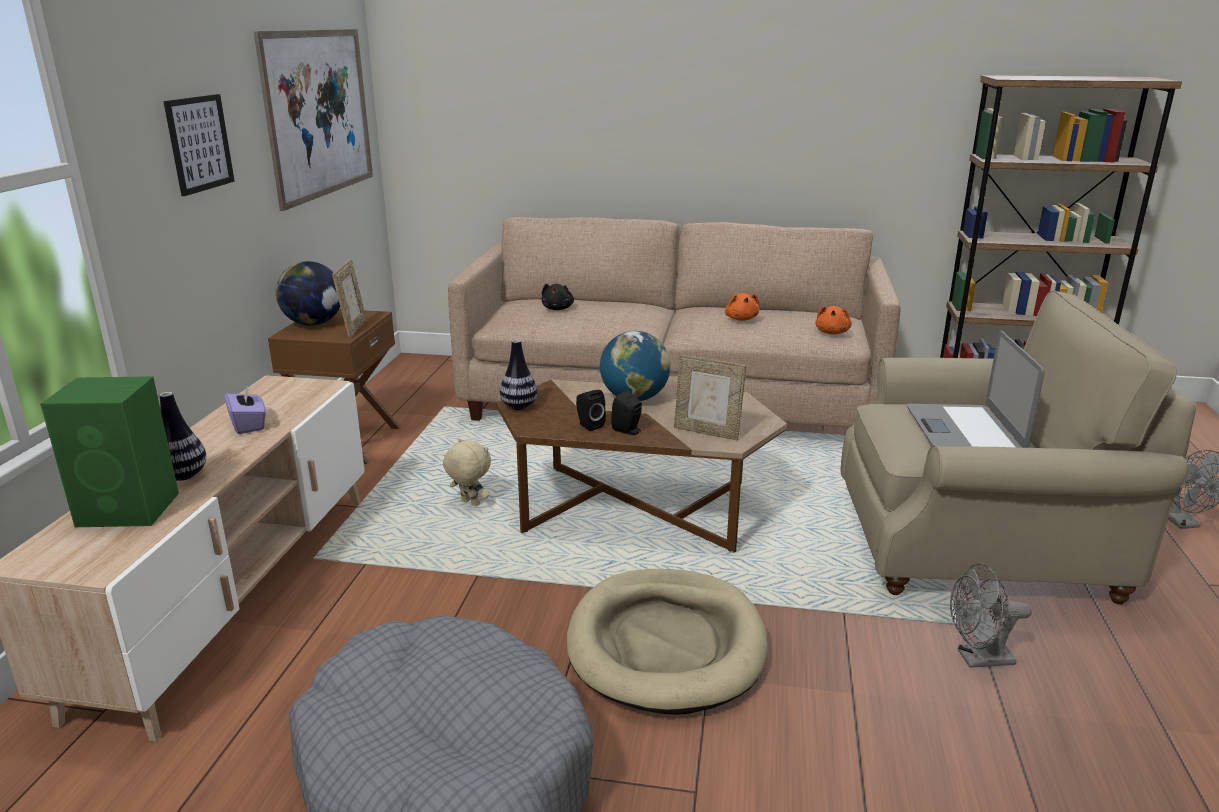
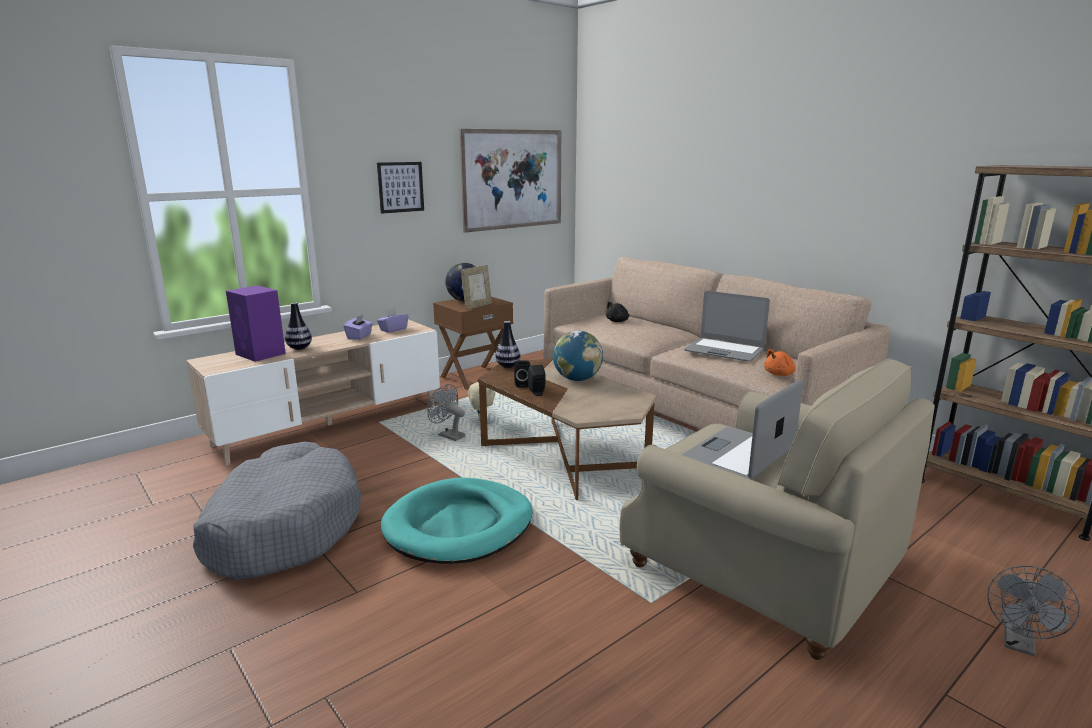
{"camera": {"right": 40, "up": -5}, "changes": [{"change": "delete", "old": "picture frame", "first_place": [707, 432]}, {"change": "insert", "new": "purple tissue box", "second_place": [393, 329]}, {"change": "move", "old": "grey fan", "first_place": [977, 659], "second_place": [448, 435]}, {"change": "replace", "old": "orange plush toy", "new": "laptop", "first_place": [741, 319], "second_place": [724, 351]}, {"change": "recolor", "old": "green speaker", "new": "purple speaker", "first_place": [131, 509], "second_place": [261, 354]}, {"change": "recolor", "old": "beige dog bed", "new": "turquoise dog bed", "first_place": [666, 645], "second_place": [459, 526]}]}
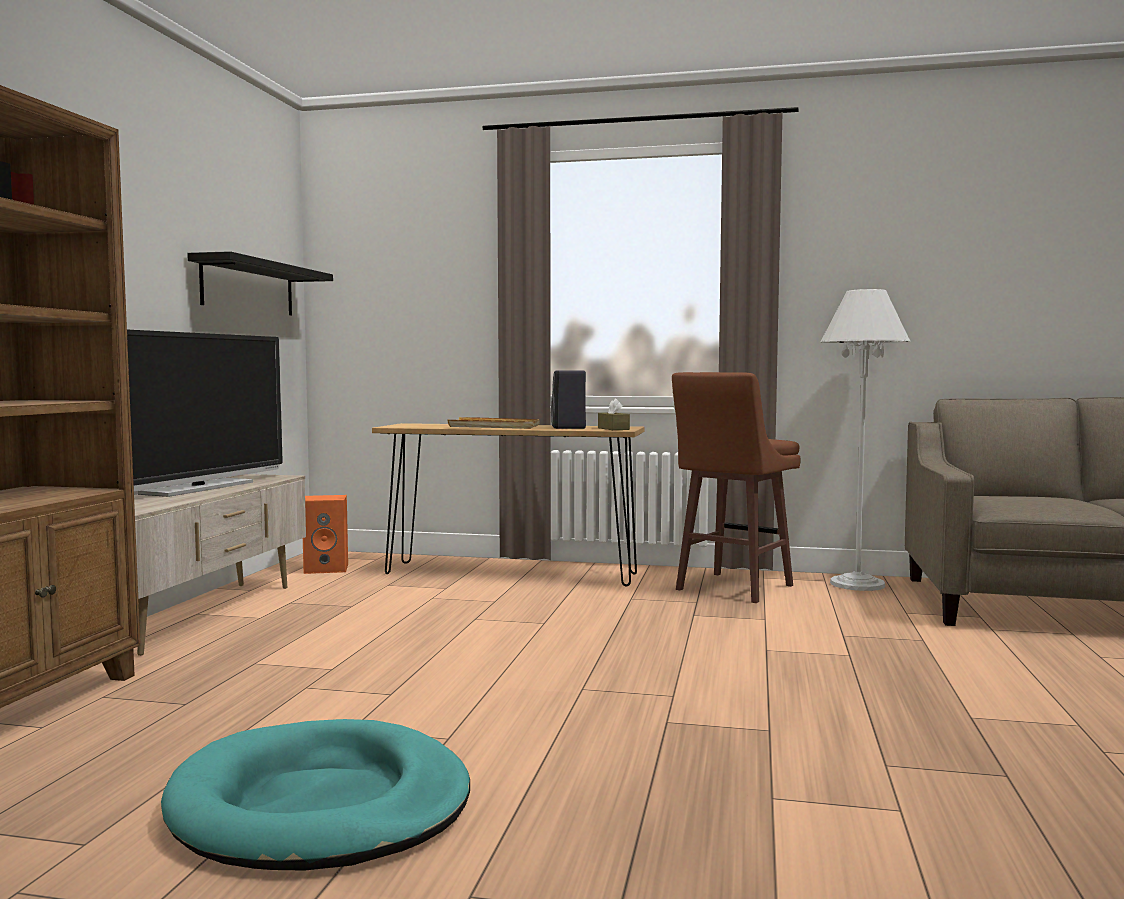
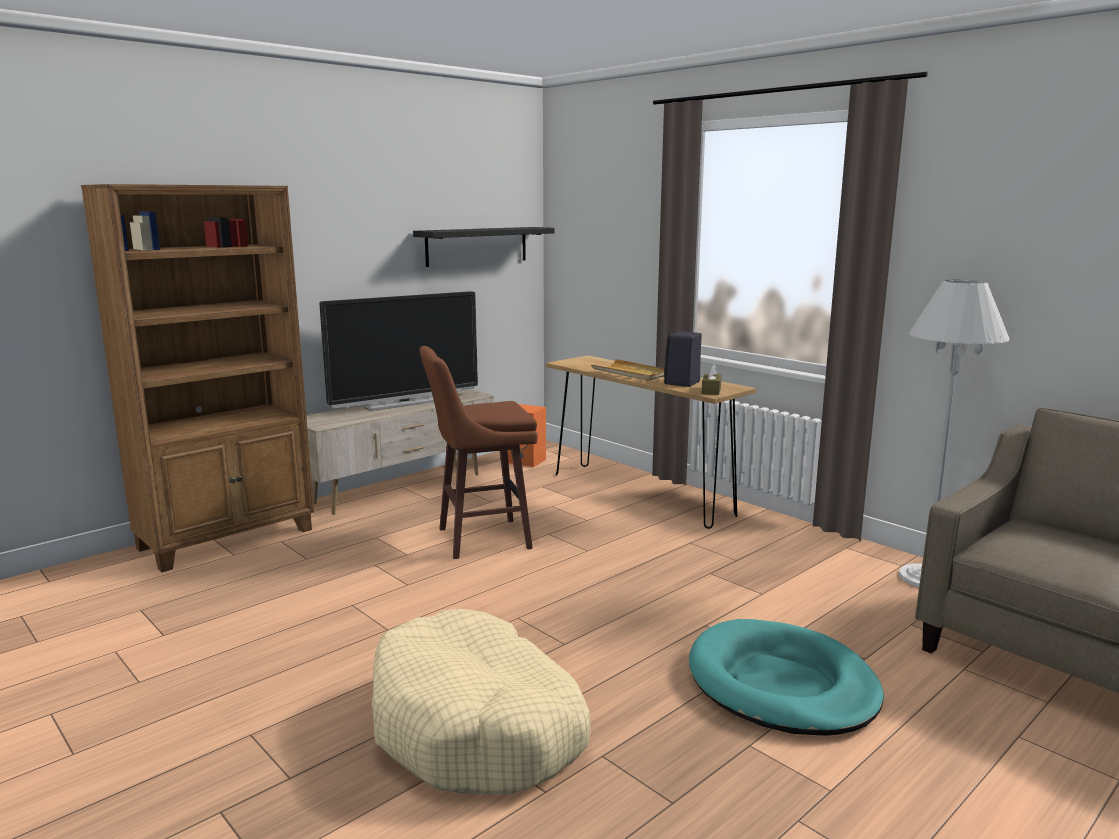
{"camera": {"right": 35, "up": 10}, "changes": [{"change": "insert", "new": "beige dog bed", "second_place": [477, 726]}, {"change": "move", "old": "turquoise dog bed", "first_place": [320, 805], "second_place": [781, 684]}, {"change": "move", "old": "brown stool", "first_place": [732, 588], "second_place": [480, 539]}]}
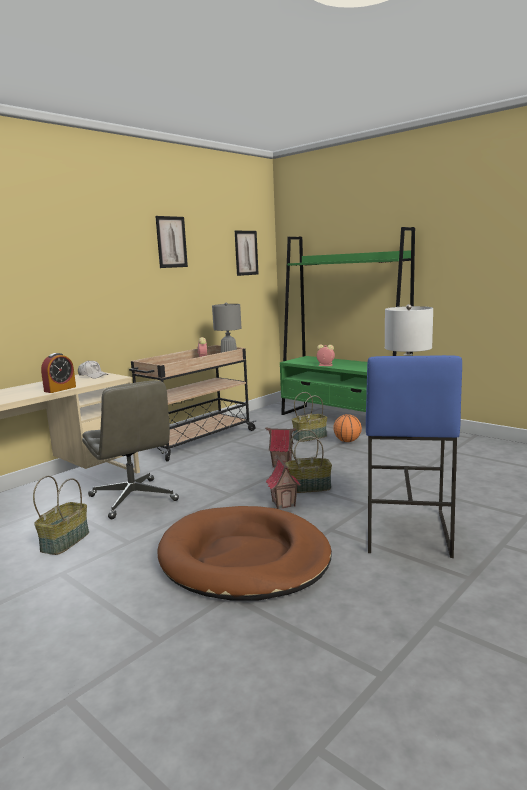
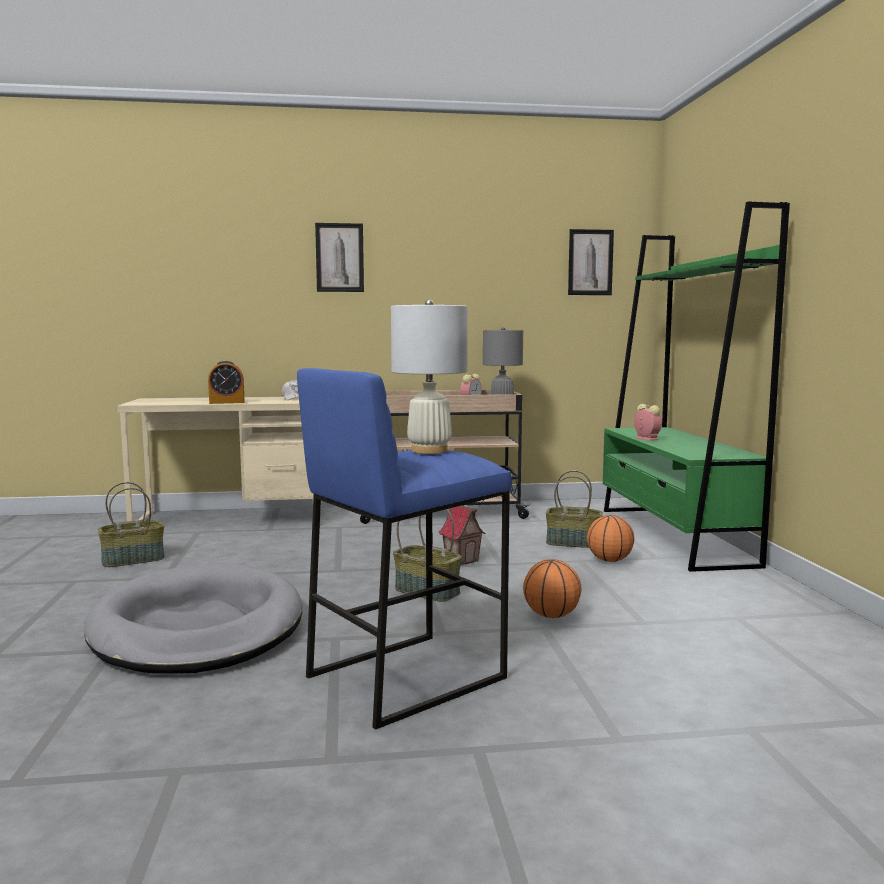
{"camera": {"right": 40, "up": -5}, "changes": [{"change": "delete", "old": "grey office chair", "first_place": [133, 499]}, {"change": "delete", "old": "toy house", "first_place": [284, 503]}, {"change": "insert", "new": "basketball", "second_place": [551, 616]}, {"change": "move", "old": "picture", "first_place": [171, 242], "second_place": [339, 257]}, {"change": "recolor", "old": "brown dog bed", "new": "grey dog bed", "first_place": [244, 558], "second_place": [198, 628]}]}
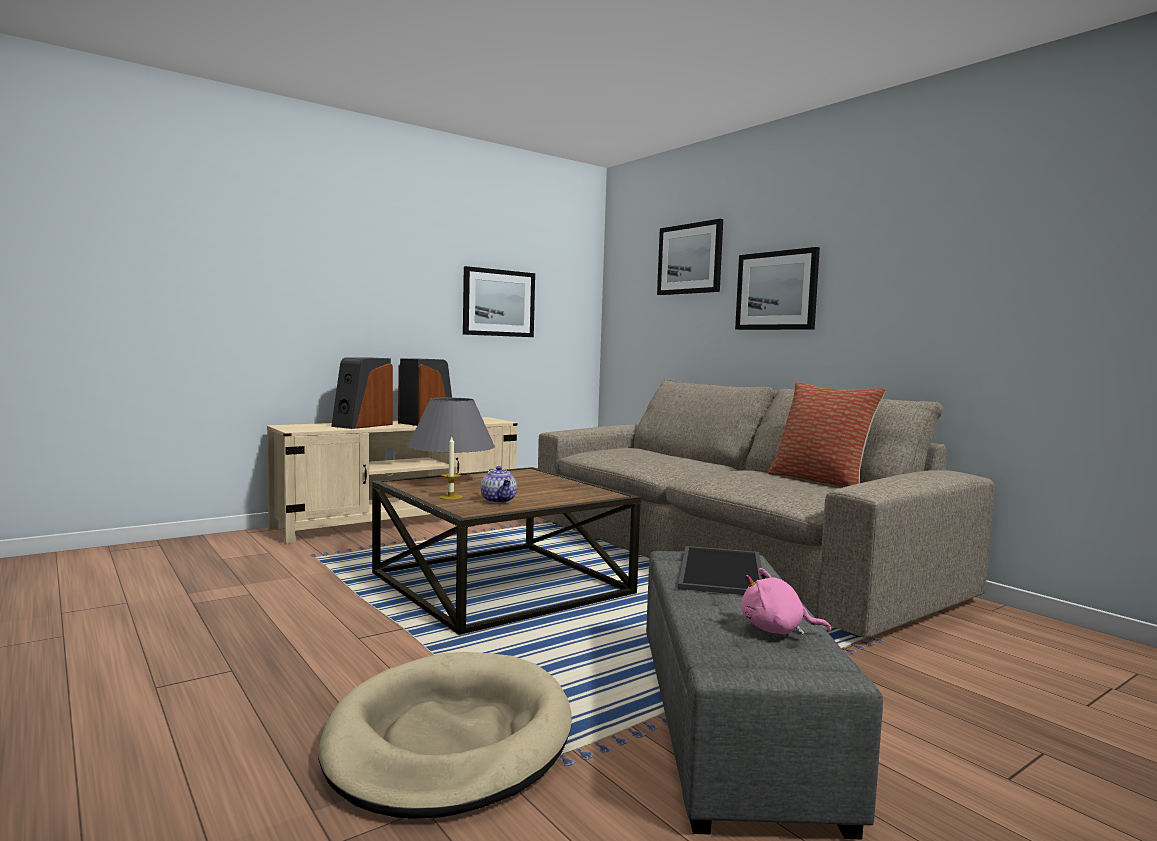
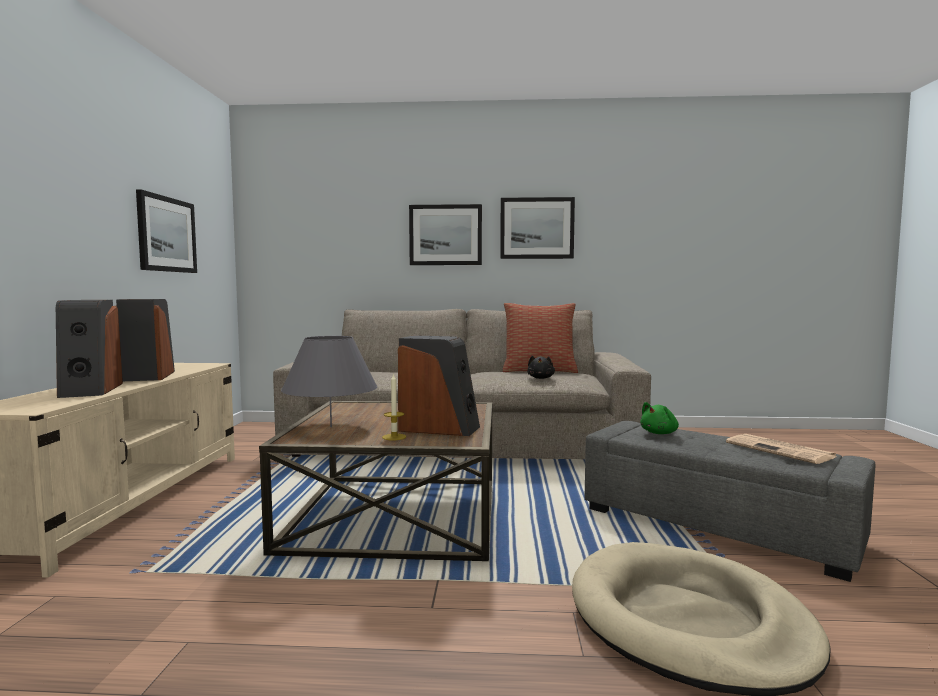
{"camera": {"right": -50, "up": 0}, "changes": [{"change": "insert", "new": "black plush toy", "second_place": [541, 378]}, {"change": "move", "old": "picture", "first_place": [690, 259], "second_place": [537, 228]}, {"change": "replace", "old": "teapot", "new": "speaker", "first_place": [499, 500], "second_place": [439, 428]}, {"change": "replace", "old": "tray", "new": "green plush toy", "first_place": [723, 572], "second_place": [660, 433]}, {"change": "replace", "old": "pink plush toy", "new": "newspaper", "first_place": [776, 630], "second_place": [781, 450]}]}
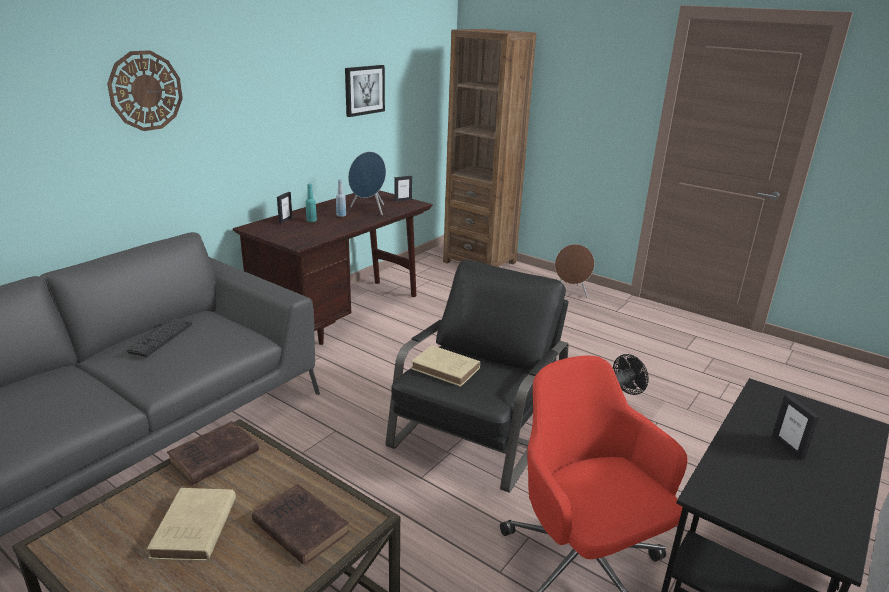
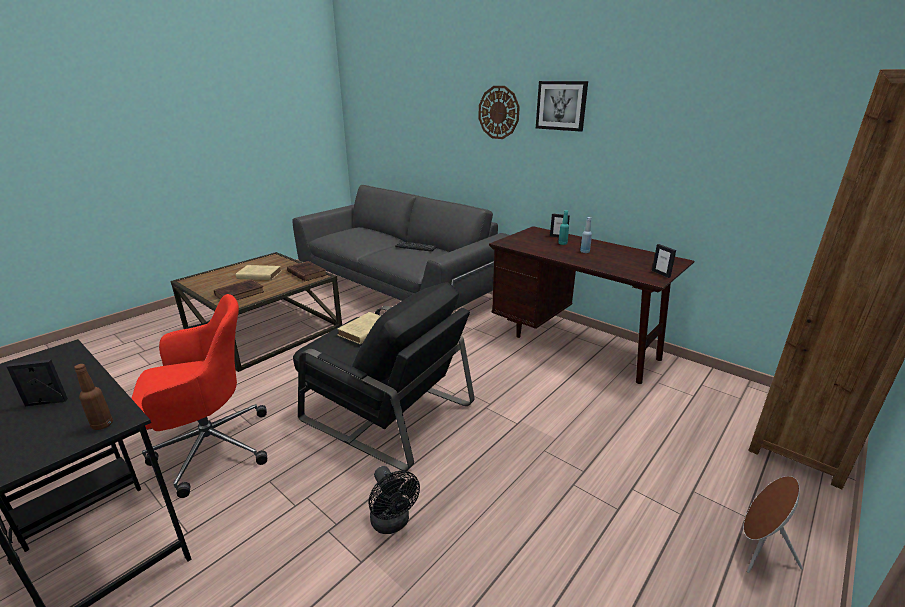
{"camera": {"right": 95, "up": 0}, "changes": [{"change": "delete", "old": "blue speaker", "first_place": [369, 210]}, {"change": "insert", "new": "brown bottle", "second_place": [102, 425]}, {"change": "move", "old": "picture", "first_place": [364, 90], "second_place": [561, 105]}]}
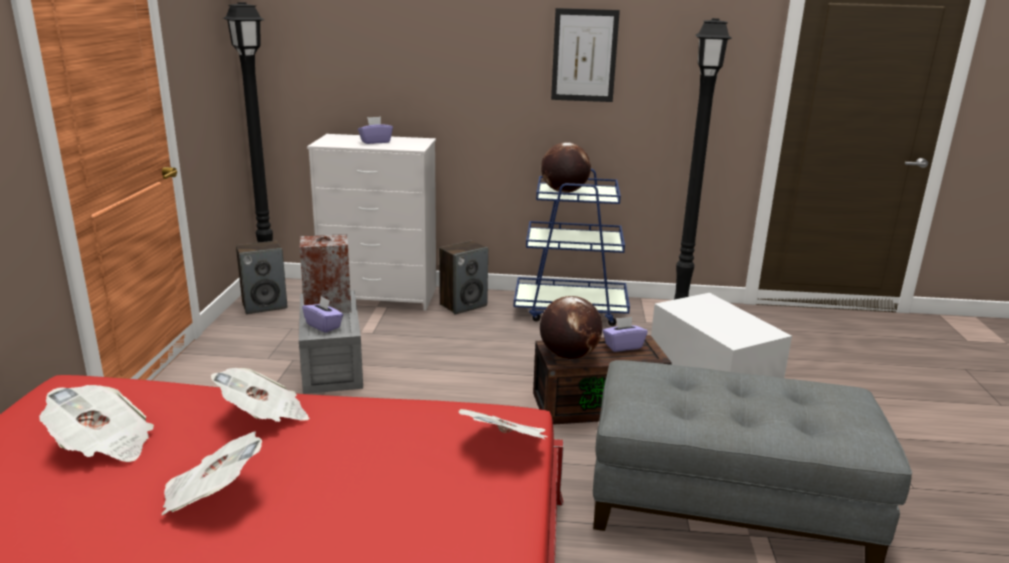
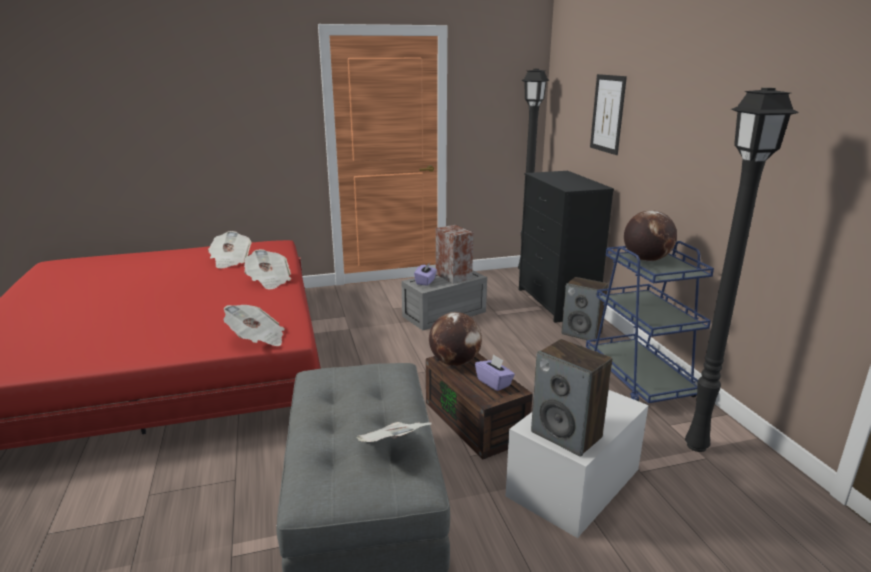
{"camera": {"right": 70, "up": 0}, "changes": [{"change": "delete", "old": "purple tissue box", "first_place": [375, 142]}, {"change": "move", "old": "newspaper", "first_place": [212, 495], "second_place": [394, 448]}, {"change": "move", "old": "speaker", "first_place": [265, 305], "second_place": [567, 435]}, {"change": "move", "old": "picture", "first_place": [584, 55], "second_place": [607, 114]}, {"change": "recolor", "old": "white dresser", "new": "black dresser", "first_place": [380, 295], "second_place": [557, 303]}]}
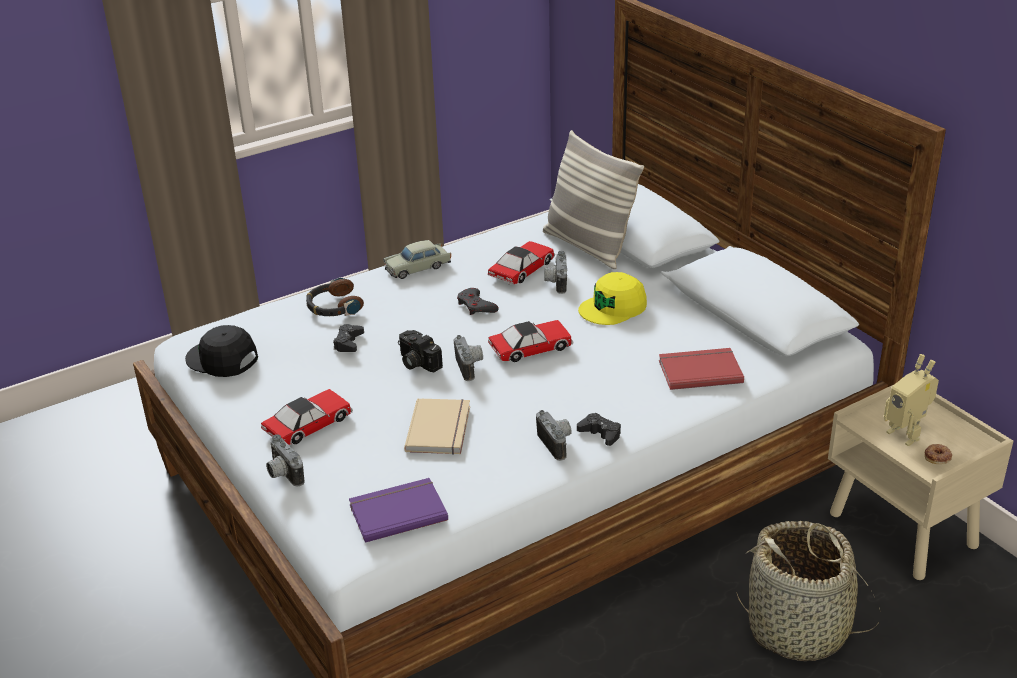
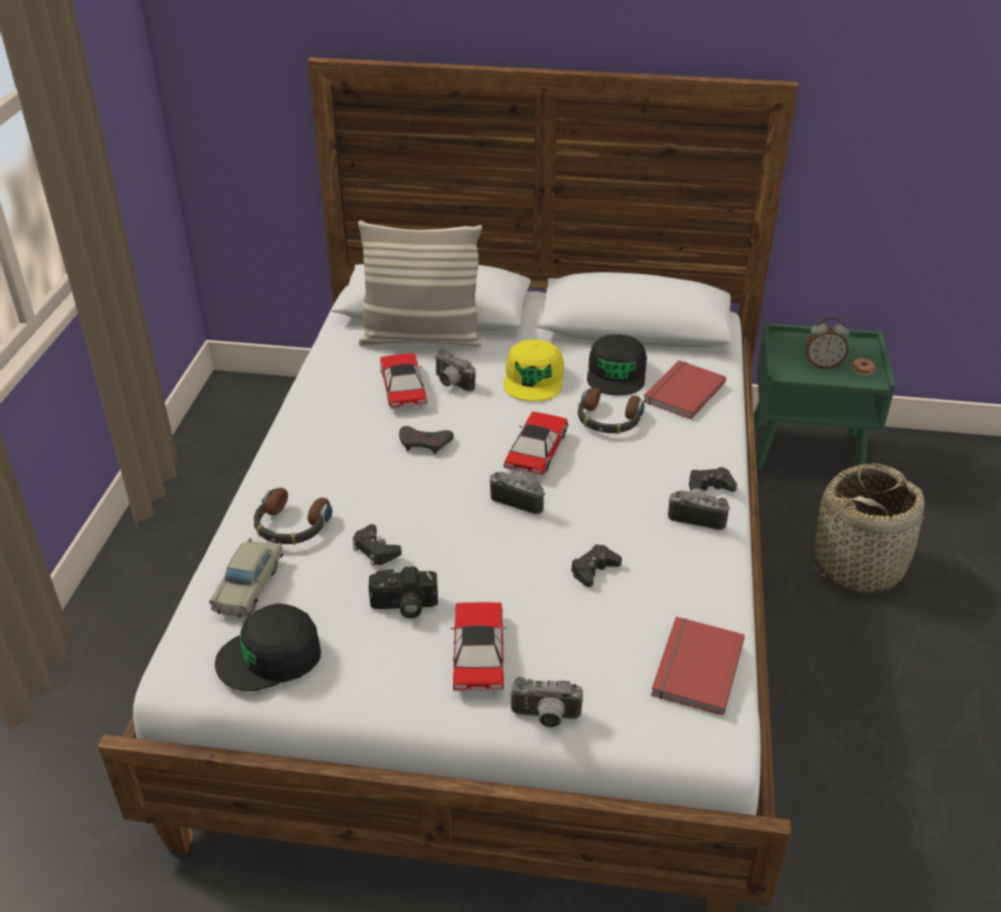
{"camera": {"right": -50, "up": 5}, "changes": [{"change": "insert", "new": "headphones", "second_place": [608, 420]}, {"change": "insert", "new": "black cap", "second_place": [617, 373]}, {"change": "move", "old": "beige toy car", "first_place": [418, 268], "second_place": [249, 586]}, {"change": "move", "old": "photo camera", "first_place": [416, 362], "second_place": [404, 606]}, {"change": "replace", "old": "beige book", "new": "black game controller", "first_place": [441, 429], "second_place": [594, 570]}, {"change": "replace", "old": "toy robot", "new": "alarm clock", "first_place": [906, 434], "second_place": [822, 364]}, {"change": "recolor", "old": "purple book", "new": "red book", "first_place": [397, 511], "second_place": [694, 667]}, {"change": "recolor", "old": "beige nightstand", "new": "green nightstand", "first_place": [904, 531], "second_place": [807, 451]}]}
